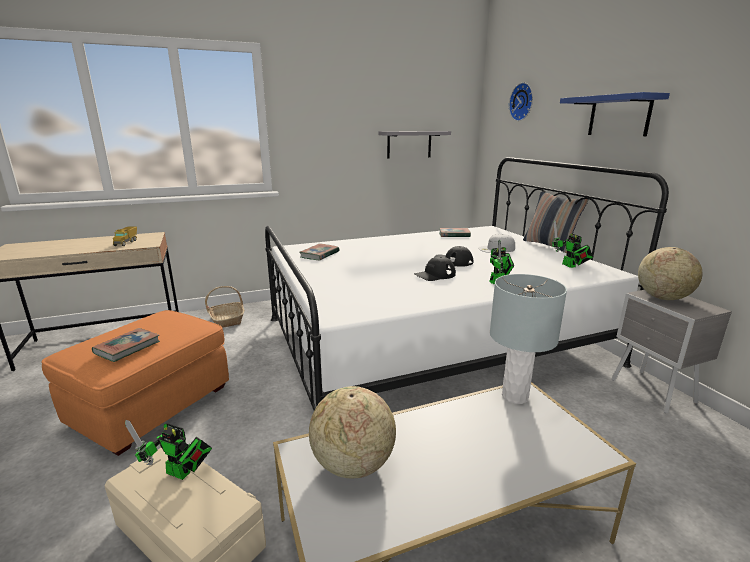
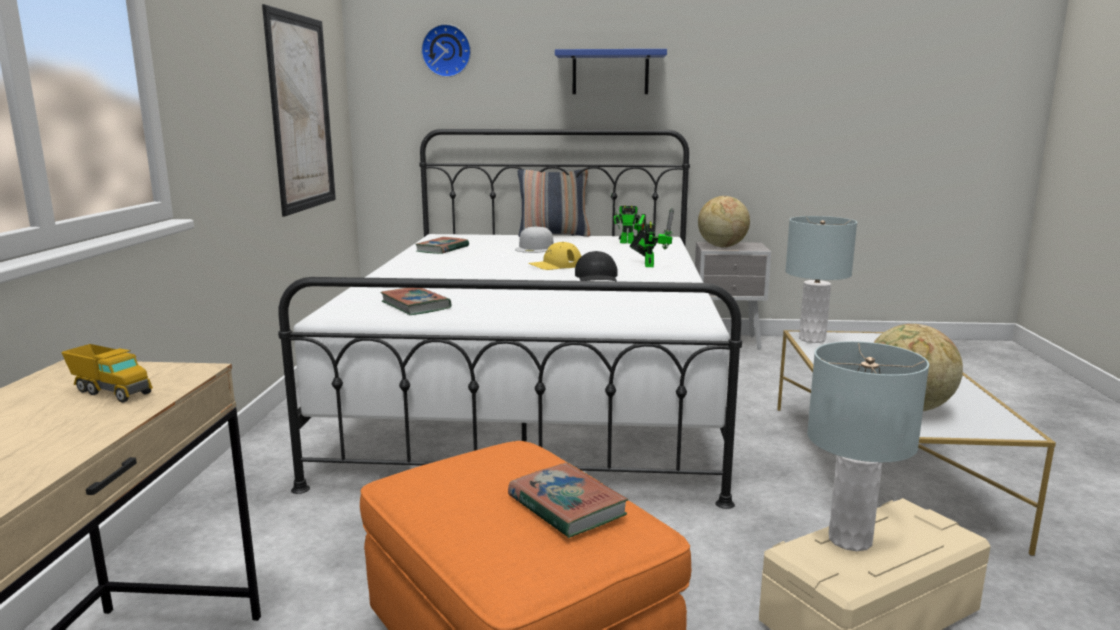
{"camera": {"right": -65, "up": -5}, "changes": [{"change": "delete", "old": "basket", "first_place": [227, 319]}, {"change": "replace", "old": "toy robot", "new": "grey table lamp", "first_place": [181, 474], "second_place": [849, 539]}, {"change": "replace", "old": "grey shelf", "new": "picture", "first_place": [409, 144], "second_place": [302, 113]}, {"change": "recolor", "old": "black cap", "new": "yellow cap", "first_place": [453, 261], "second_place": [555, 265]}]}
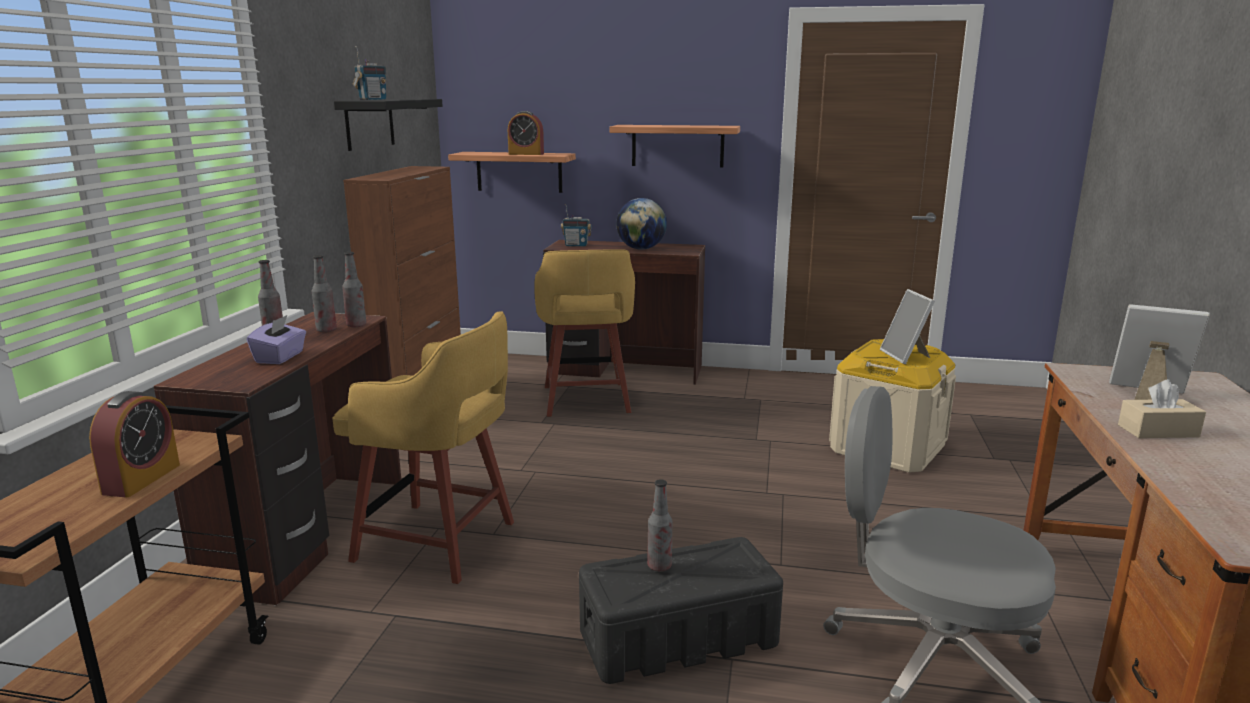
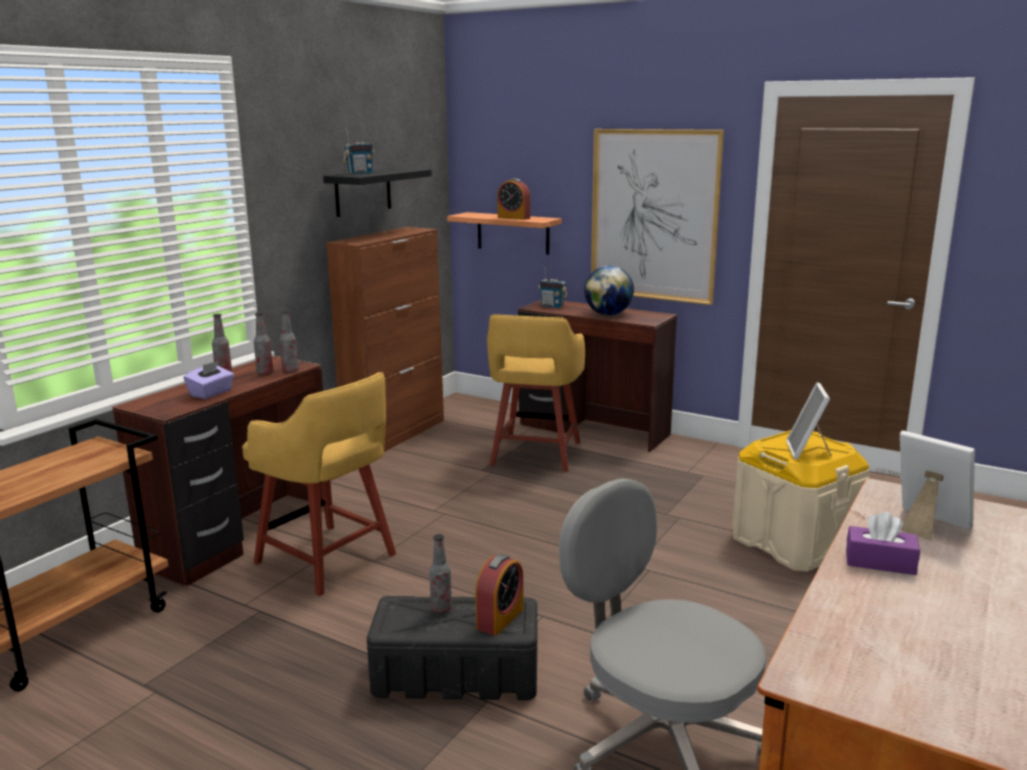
{"camera": {"right": 20, "up": 0}, "changes": [{"change": "move", "old": "alarm clock", "first_place": [141, 479], "second_place": [500, 618]}, {"change": "replace", "old": "shelf", "new": "picture", "first_place": [677, 146], "second_place": [654, 215]}, {"change": "recolor", "old": "beige tissue box", "new": "purple tissue box", "first_place": [1158, 431], "second_place": [880, 562]}]}
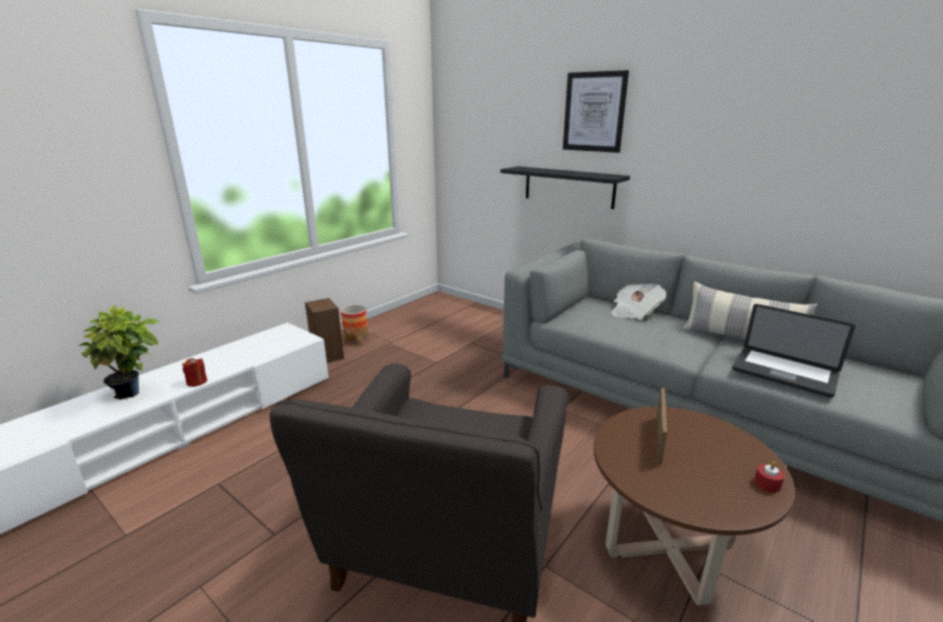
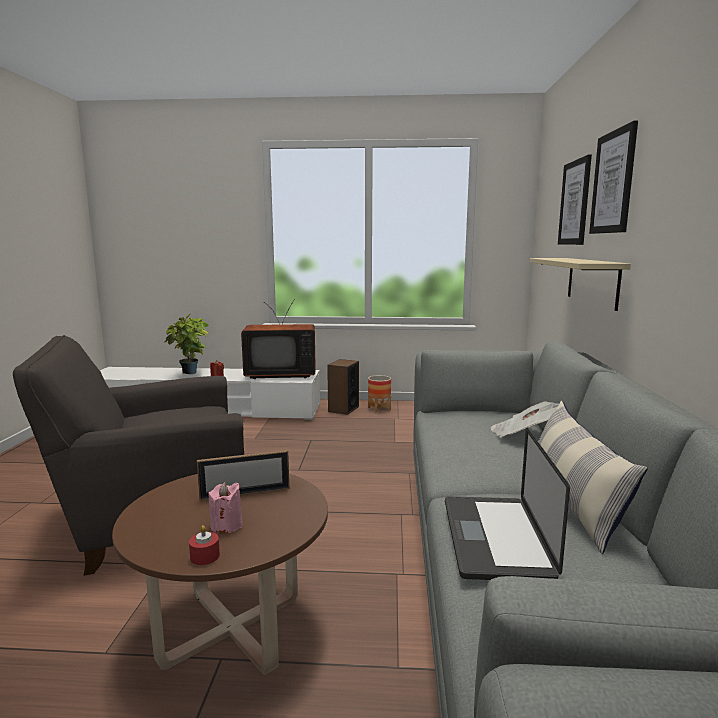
{"camera": {"right": 55, "up": -10}, "changes": [{"change": "insert", "new": "pink candle", "second_place": [226, 525]}, {"change": "insert", "new": "television", "second_place": [280, 374]}, {"change": "insert", "new": "picture", "second_place": [575, 203]}, {"change": "recolor", "old": "black shelf", "new": "beige shelf", "first_place": [568, 187], "second_place": [592, 281]}]}
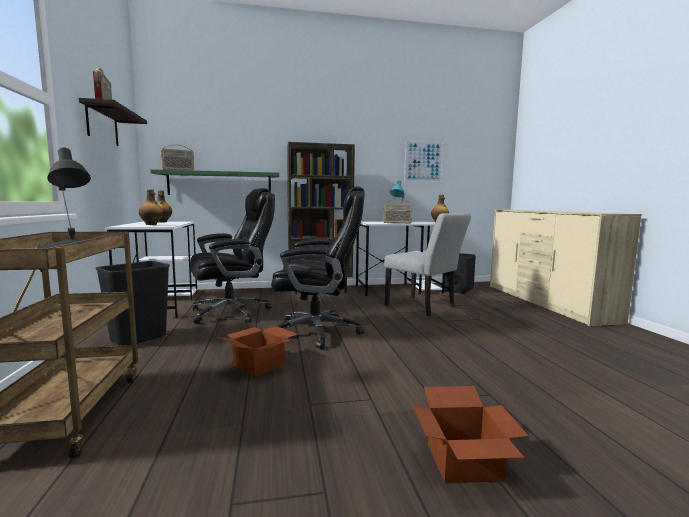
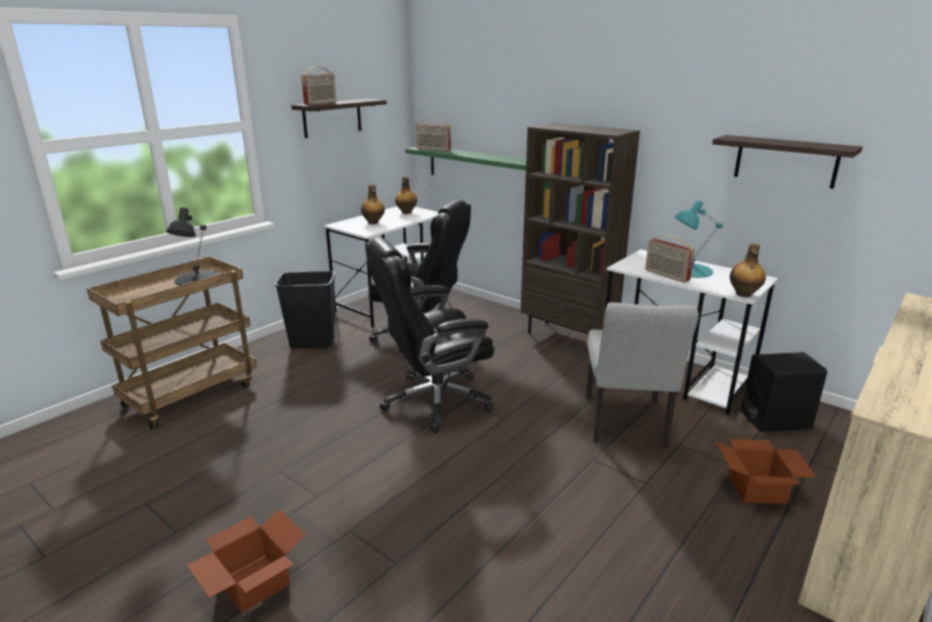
{"camera": {"right": 50, "up": 15}, "changes": [{"change": "move", "old": "cardboard box", "first_place": [260, 365], "second_place": [758, 489]}, {"change": "replace", "old": "picture", "new": "shelf", "first_place": [423, 161], "second_place": [786, 161]}, {"change": "rotate", "old": "black office chair", "first_place": [318, 331], "second_place": [434, 401], "degrees": 105}]}
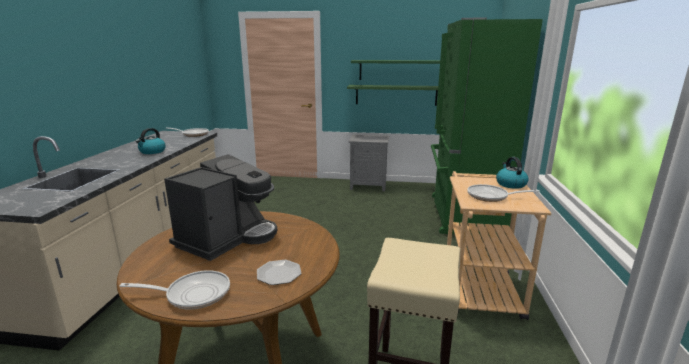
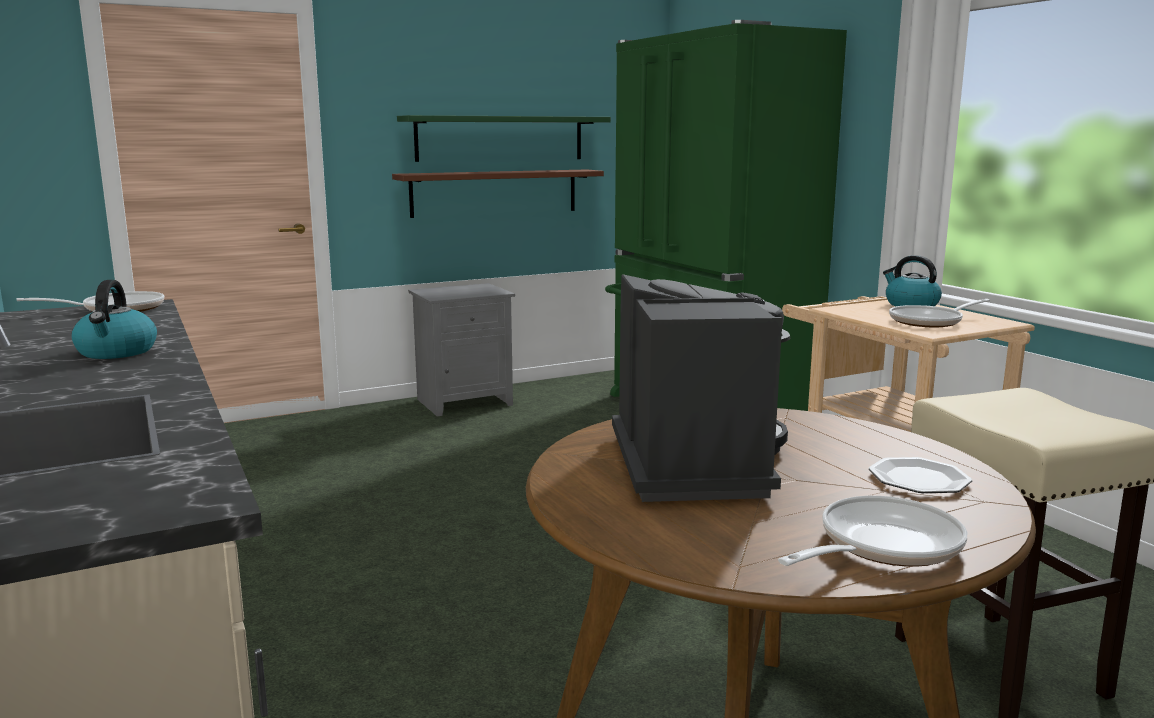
{"camera": {"right": -35, "up": -5}, "changes": [{"change": "recolor", "old": "green shelf", "new": "brown shelf", "first_place": [396, 95], "second_place": [495, 192]}]}
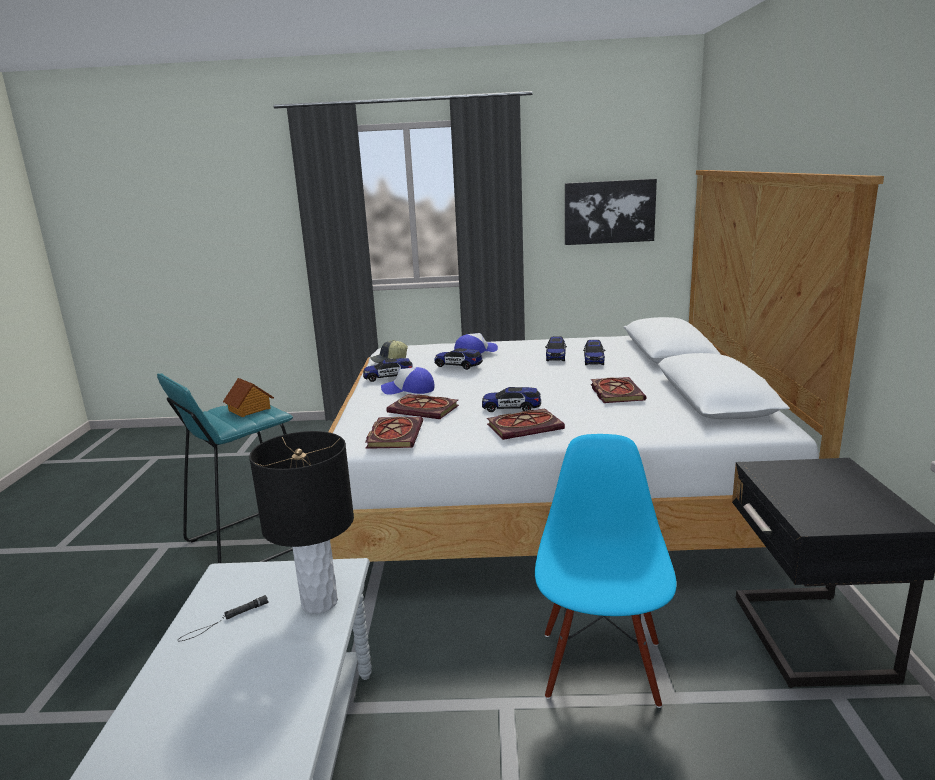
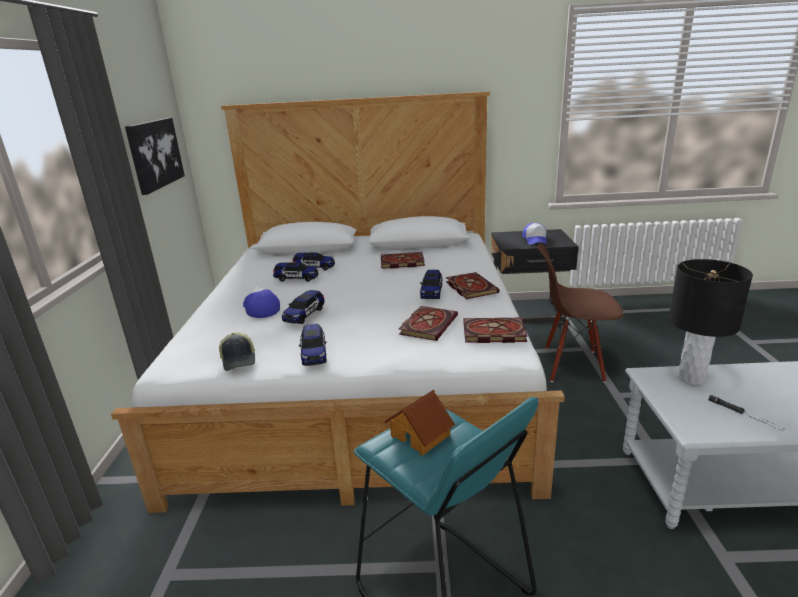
{"camera": {"right": -90, "up": 5}, "changes": [{"change": "move", "old": "cap", "first_place": [409, 390], "second_place": [535, 240]}, {"change": "recolor", "old": "blue chair", "new": "brown chair", "first_place": [601, 667], "second_place": [572, 365]}]}
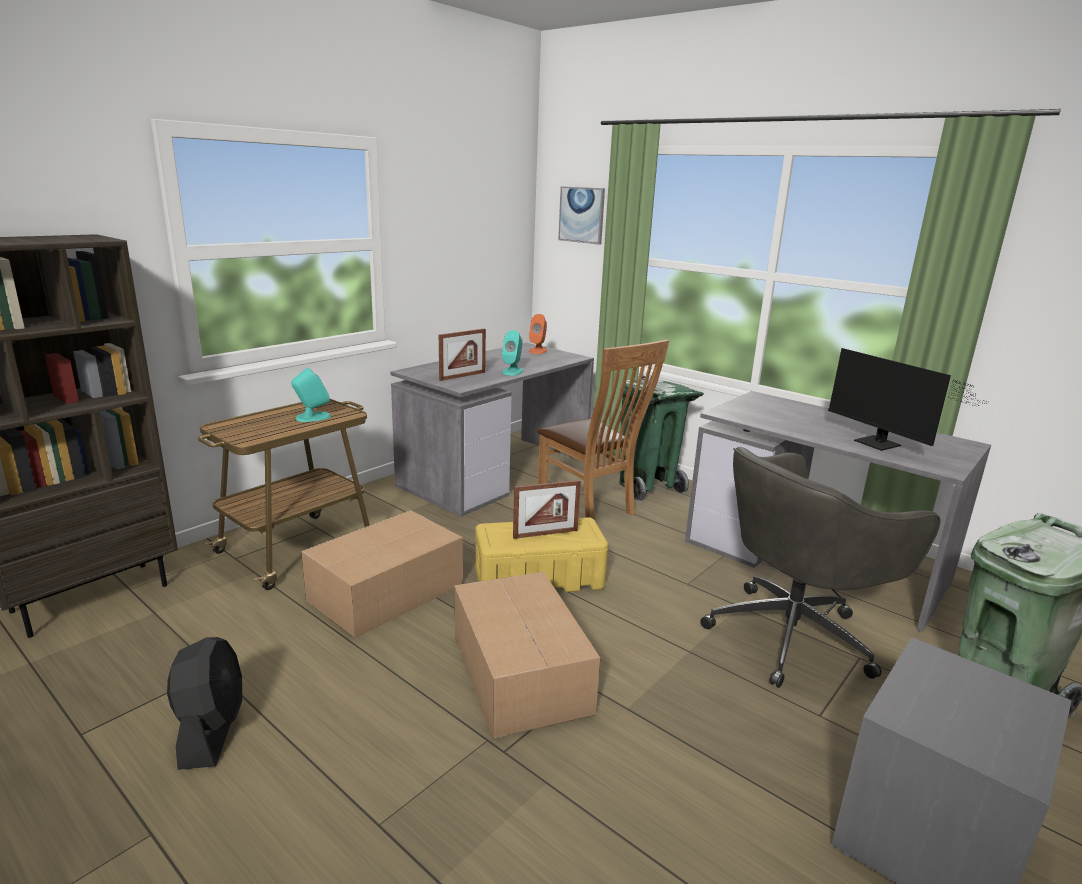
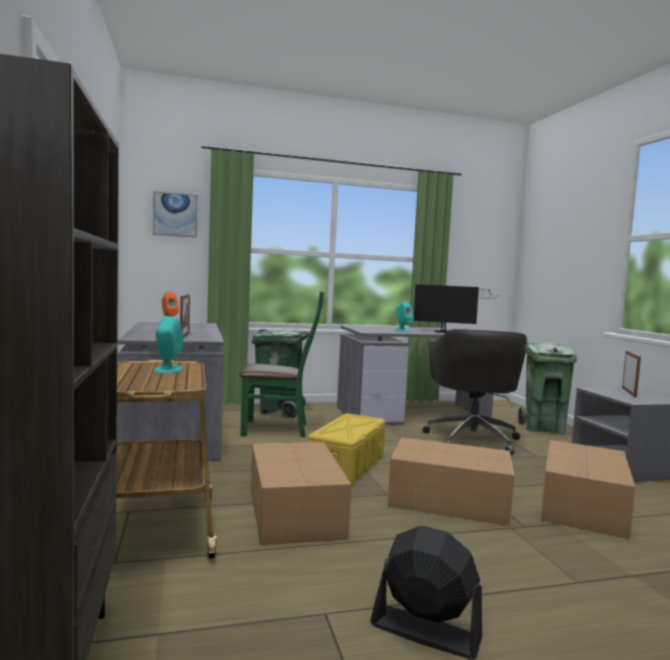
{"camera": {"right": -55, "up": -15}, "changes": [{"change": "insert", "new": "cardboard box", "second_place": [582, 506]}, {"change": "move", "old": "turquoise speaker", "first_place": [512, 371], "second_place": [402, 331]}, {"change": "move", "old": "picture frame", "first_place": [545, 534], "second_place": [629, 392]}, {"change": "recolor", "old": "brown chair", "new": "green chair", "first_place": [590, 508], "second_place": [279, 429]}]}
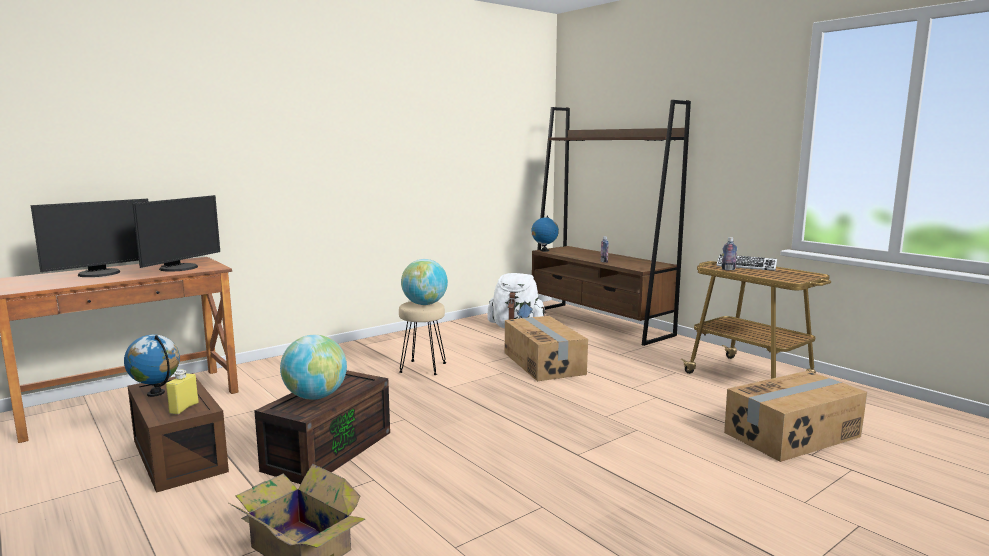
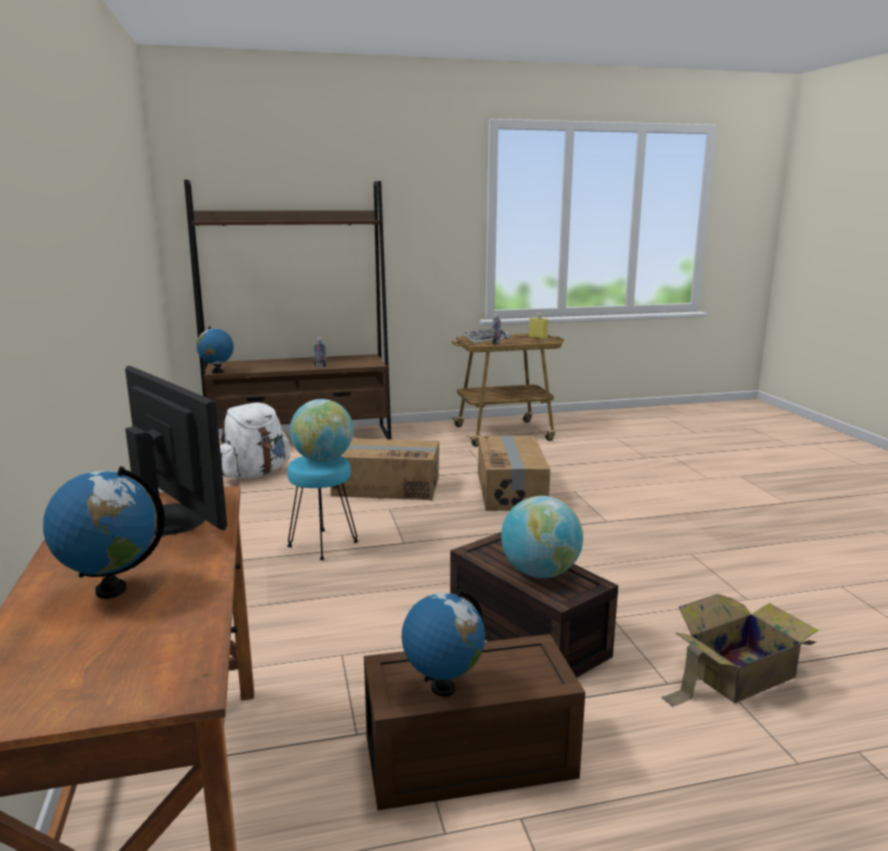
{"camera": {"right": -65, "up": 5}, "changes": [{"change": "move", "old": "yellow bottle", "first_place": [184, 408], "second_place": [538, 338]}, {"change": "move", "old": "cardboard box", "first_place": [793, 435], "second_place": [511, 490]}, {"change": "replace", "old": "monitor", "new": "globe", "first_place": [100, 274], "second_place": [111, 590]}, {"change": "recolor", "old": "beige stool", "new": "turquoise stool", "first_place": [423, 368], "second_place": [323, 545]}]}
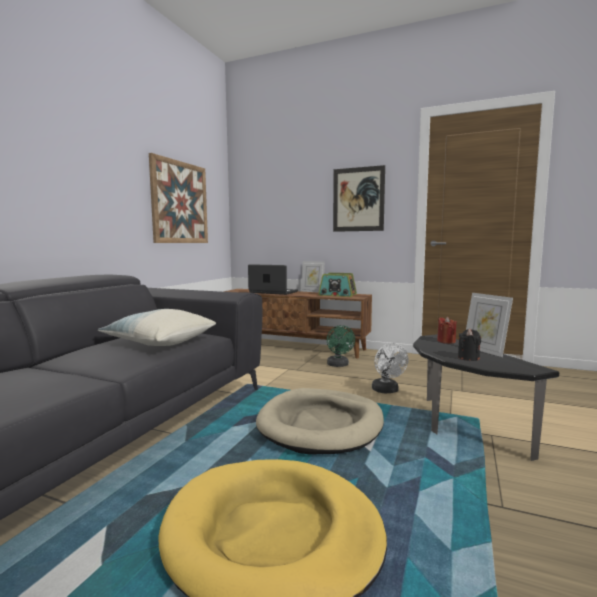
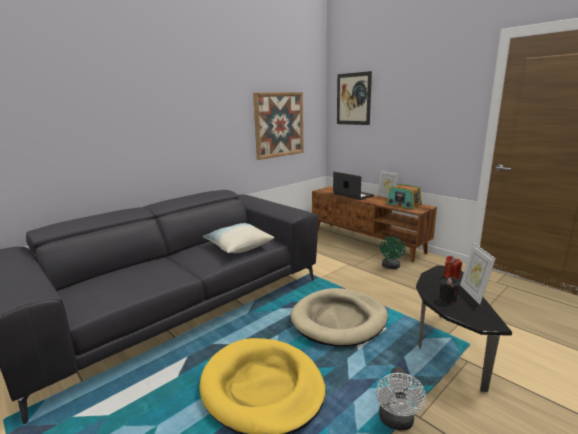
{"camera": {"right": 25, "up": 10}, "changes": [{"change": "move", "old": "picture", "first_place": [358, 199], "second_place": [353, 99]}, {"change": "move", "old": "white fan", "first_place": [387, 391], "second_place": [397, 422]}]}
